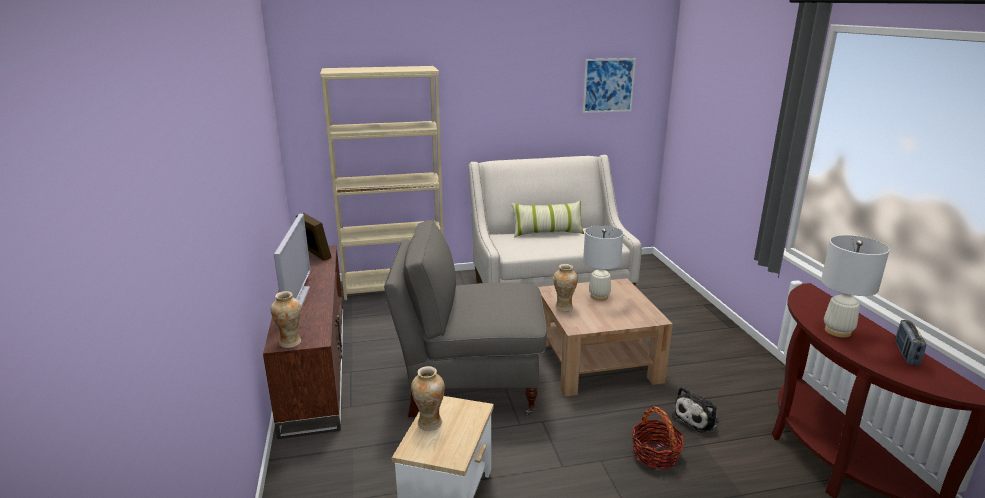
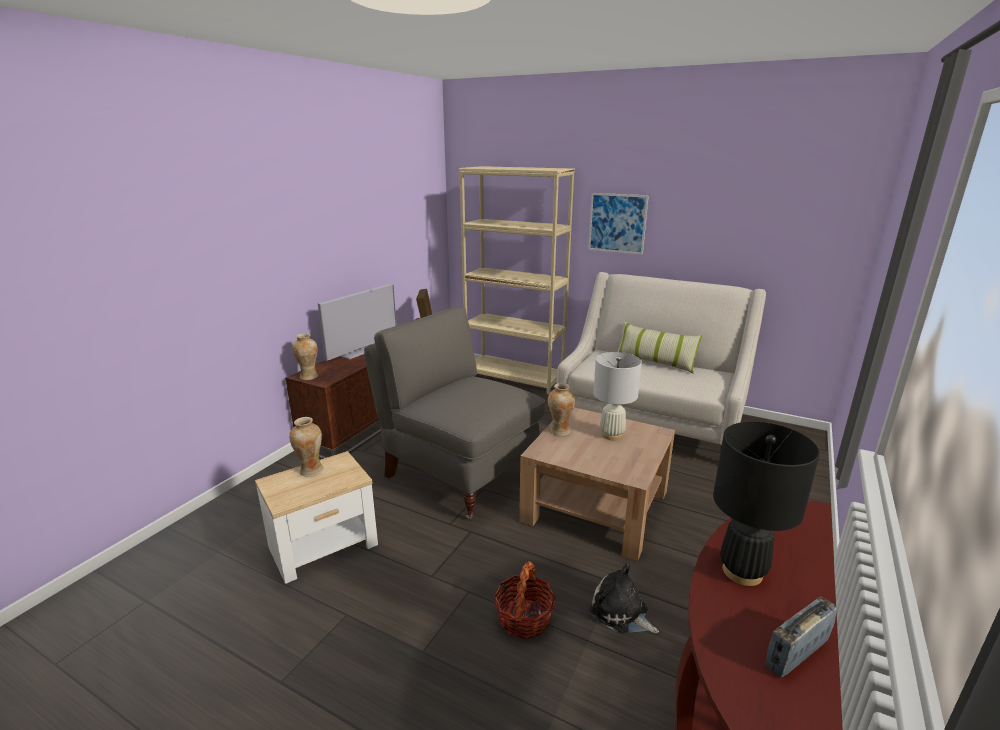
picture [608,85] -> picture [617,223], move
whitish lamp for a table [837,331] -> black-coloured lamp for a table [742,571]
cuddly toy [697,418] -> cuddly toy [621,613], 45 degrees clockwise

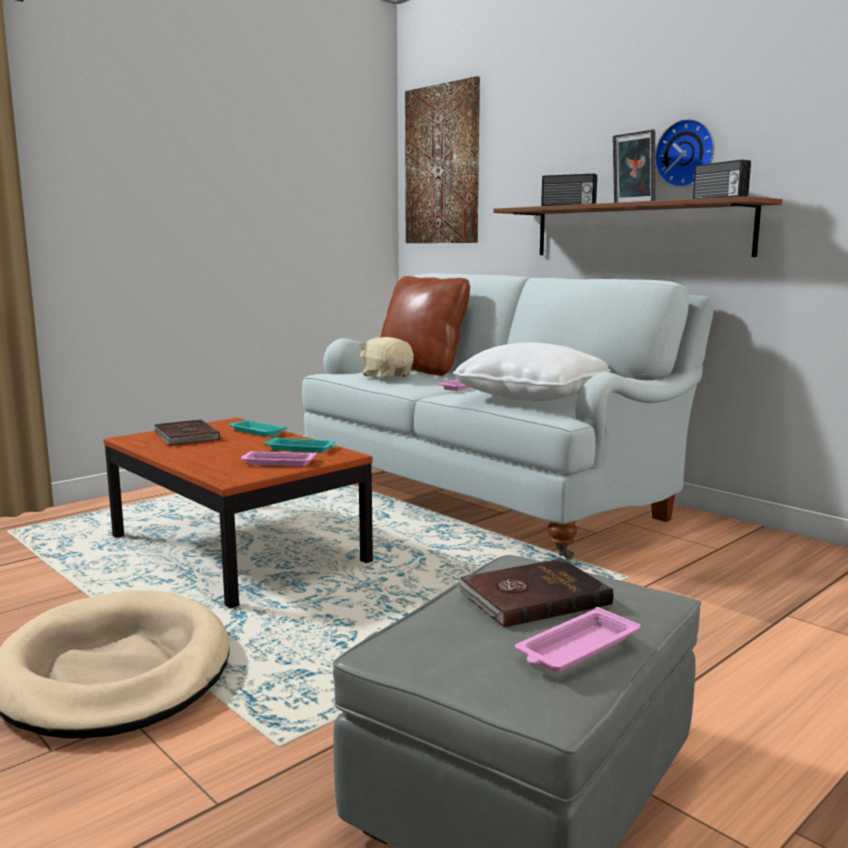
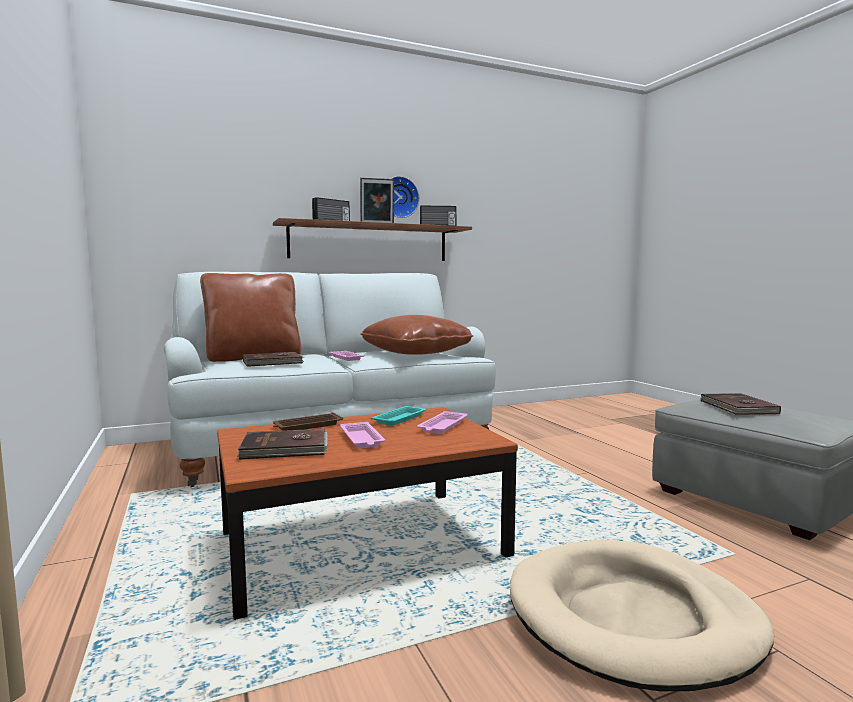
picture [442,165] -> none
beige-coloured cuddly toy [386,376] -> brownish volume [273,362]
whitish pillow [531,397] -> brownish pillow [416,353]
turquoise tray [256,431] -> brownish tray [307,426]
pinkish tray [576,649] -> pinkish tray [362,439], move

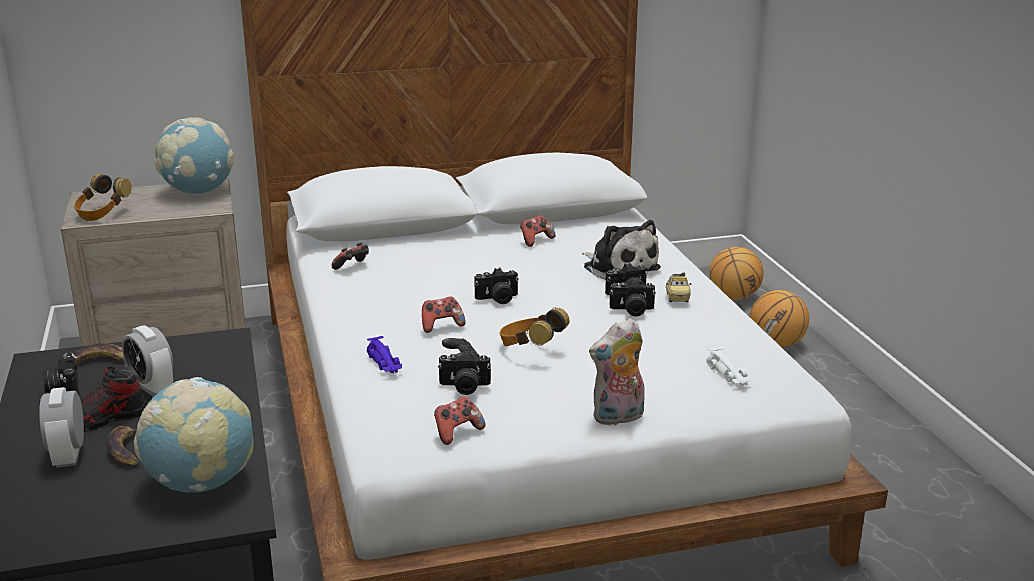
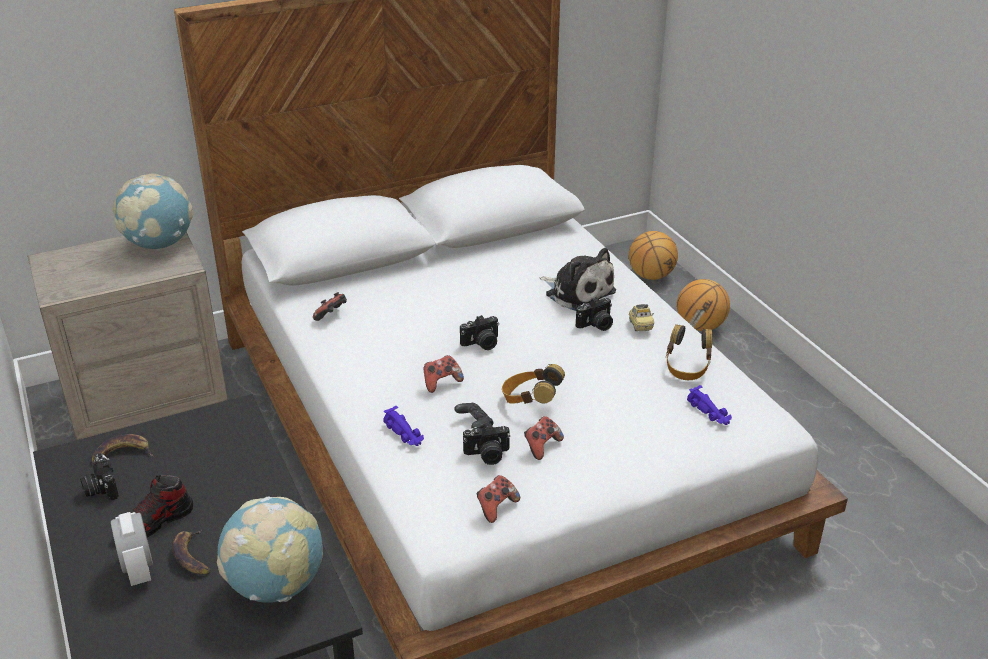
headset [102,213] -> headset [687,367], move
joypad [536,240] -> joypad [542,446], move
photo camera [632,311] -> none
cuddly toy [618,418] -> none
alarm clock [152,387] -> none
whitish toy car [729,375] -> purplish toy car [709,412]

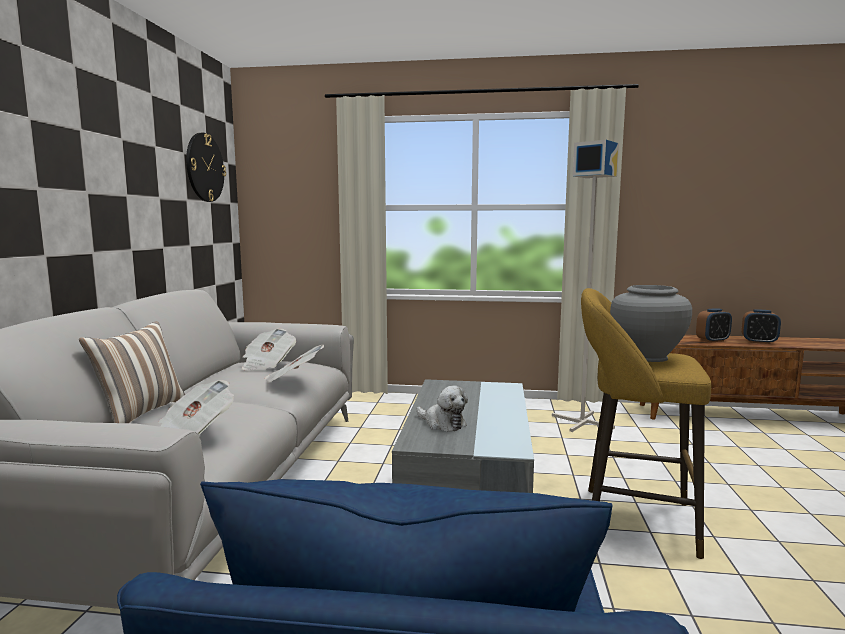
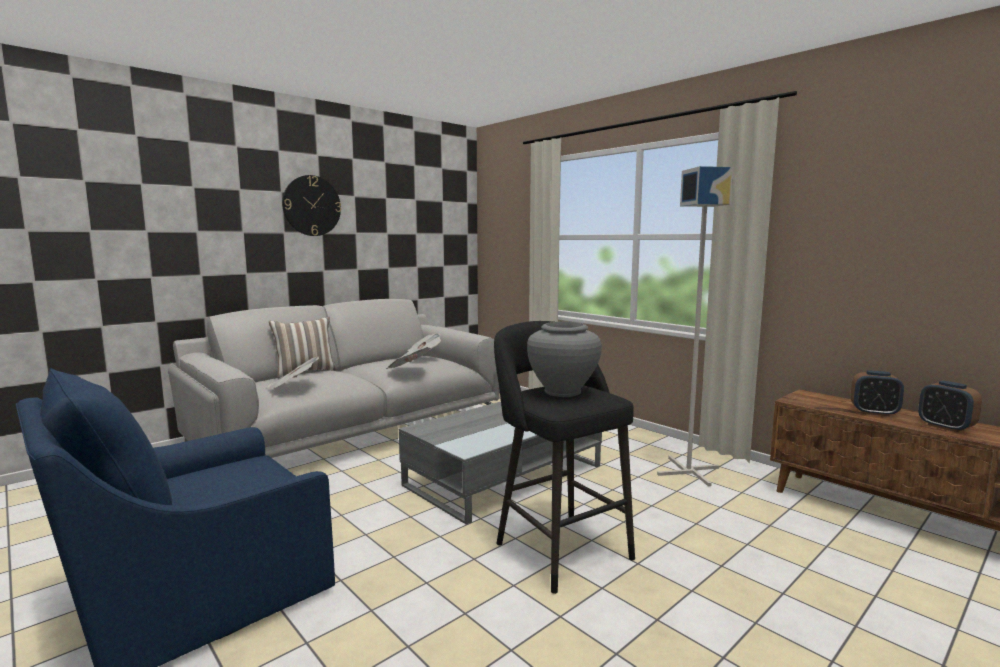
wall clock [204,167] -> wall clock [311,206], move
yellowish stool [630,519] -> black-coloured stool [558,547]
cuddly toy [442,423] -> none

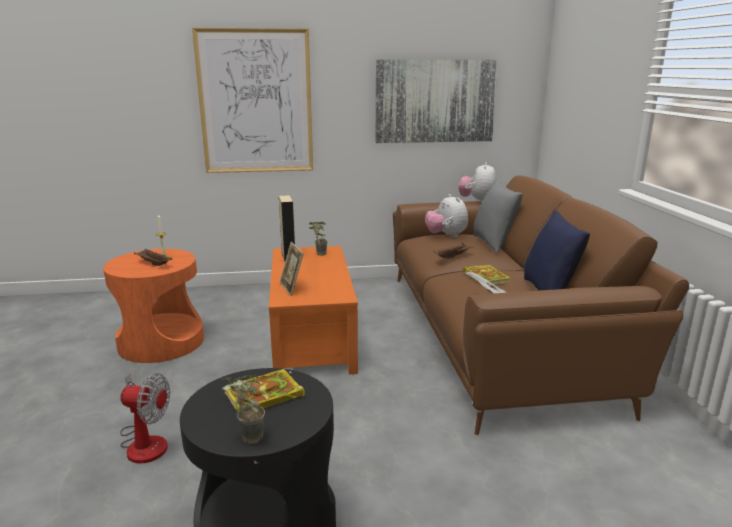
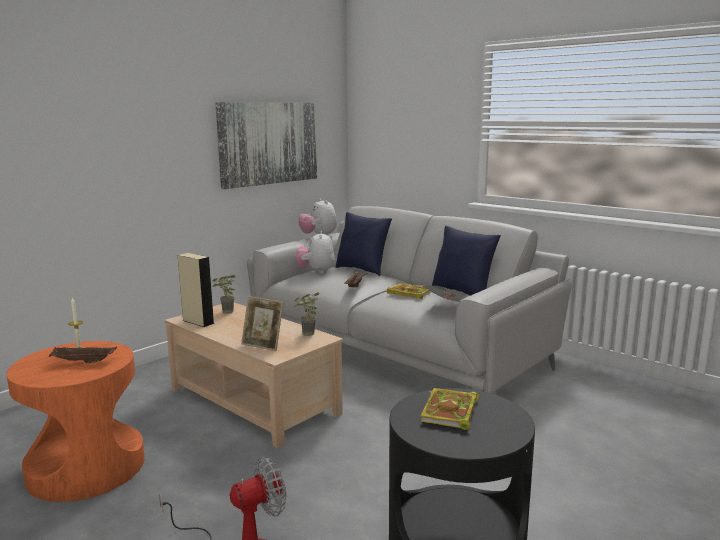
picture [256,102] -> none
brownish couch [496,334] -> gray couch [398,348]
gray pillow [493,244] -> blue-coloured pillow [362,270]
cuddly toy [446,236] -> cuddly toy [316,272], 60 degrees clockwise
orangey coffee table [313,337] -> beige-coloured coffee table [255,401]
potted plant [246,439] -> potted plant [306,335], move

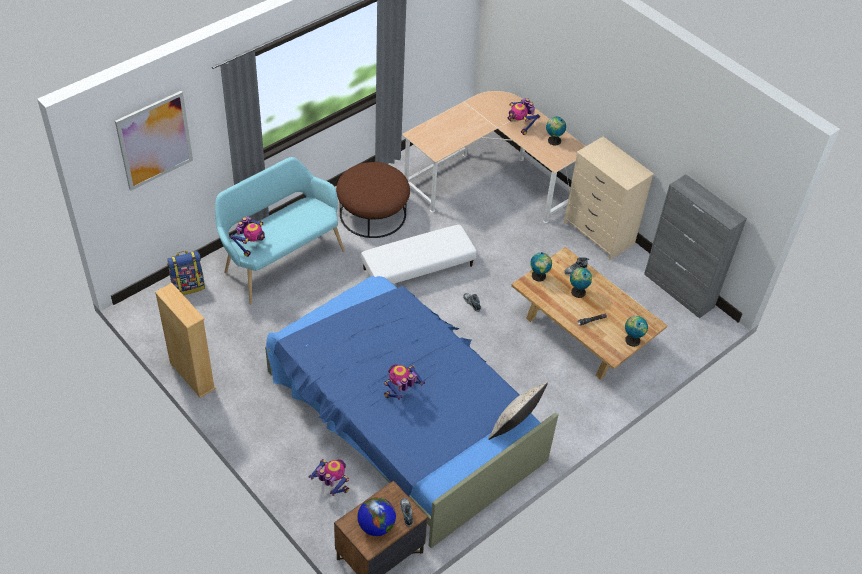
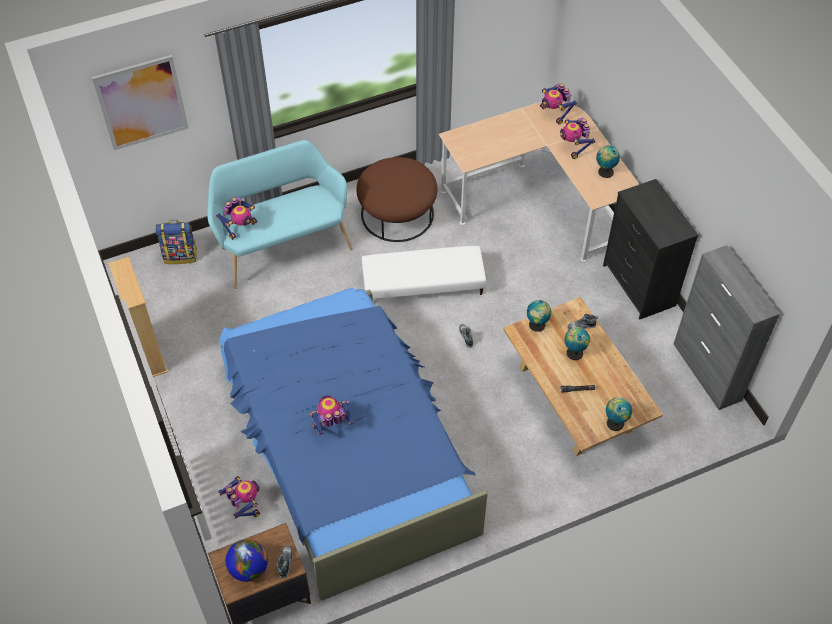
beige-coloured drawer chest [598,233] -> black-coloured drawer chest [638,285]
beige-coloured pillow [515,426] -> none
none -> toy robot [554,113]

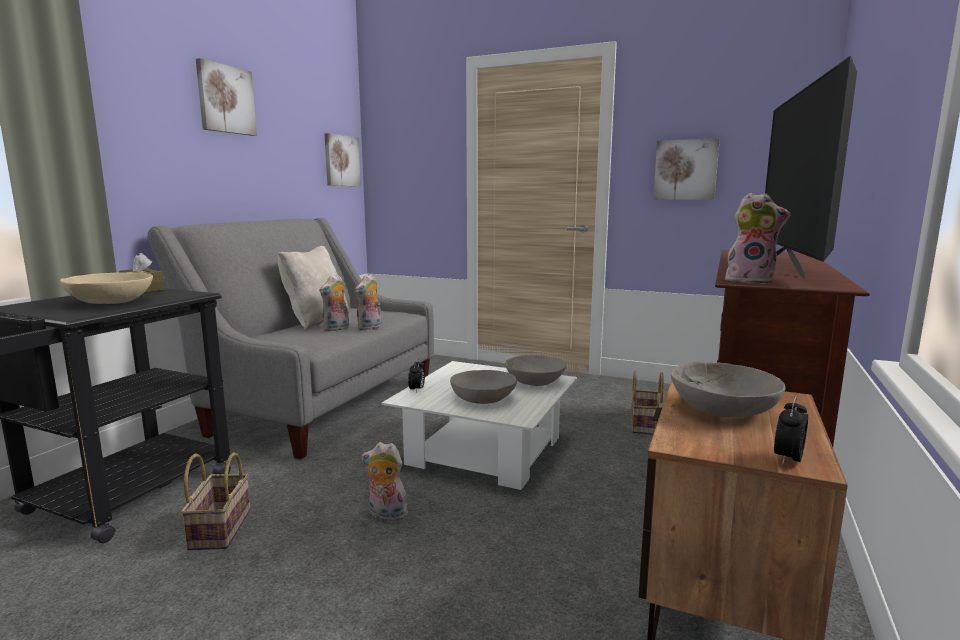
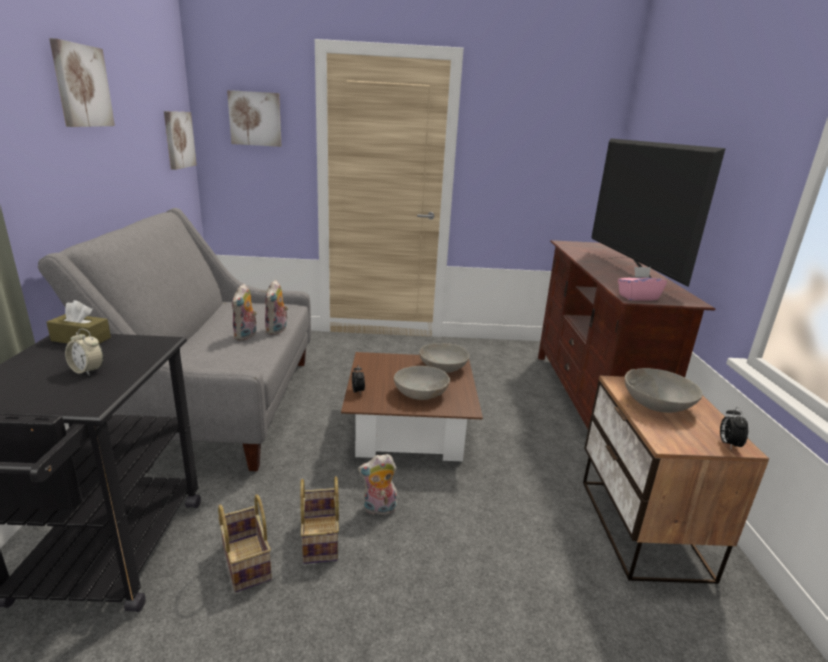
picture [685,170] -> picture [255,119], move
cuddly toy [750,281] -> pinkish tissue box [637,297]
beige-coloured pillow [316,321] -> none
beige-coloured bowl [111,302] -> alarm clock [87,371]
whitish coffee table [485,451] -> brownish coffee table [409,429]
household basket [645,425] -> household basket [321,540], move

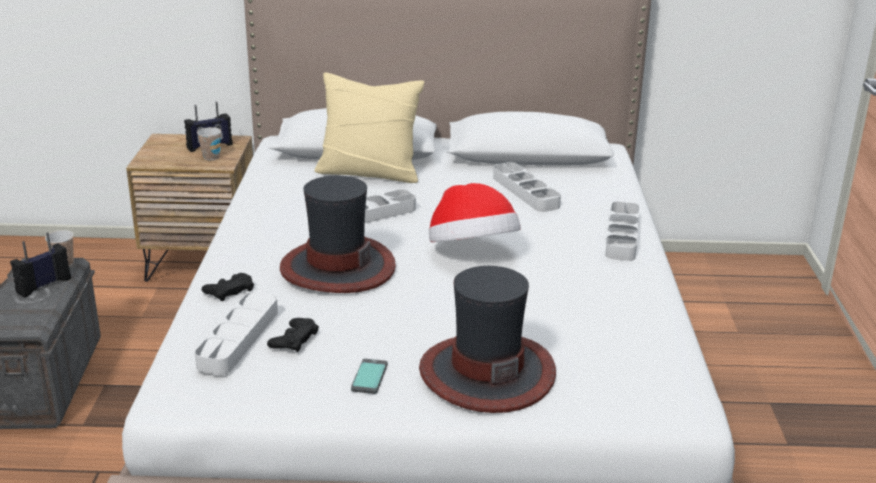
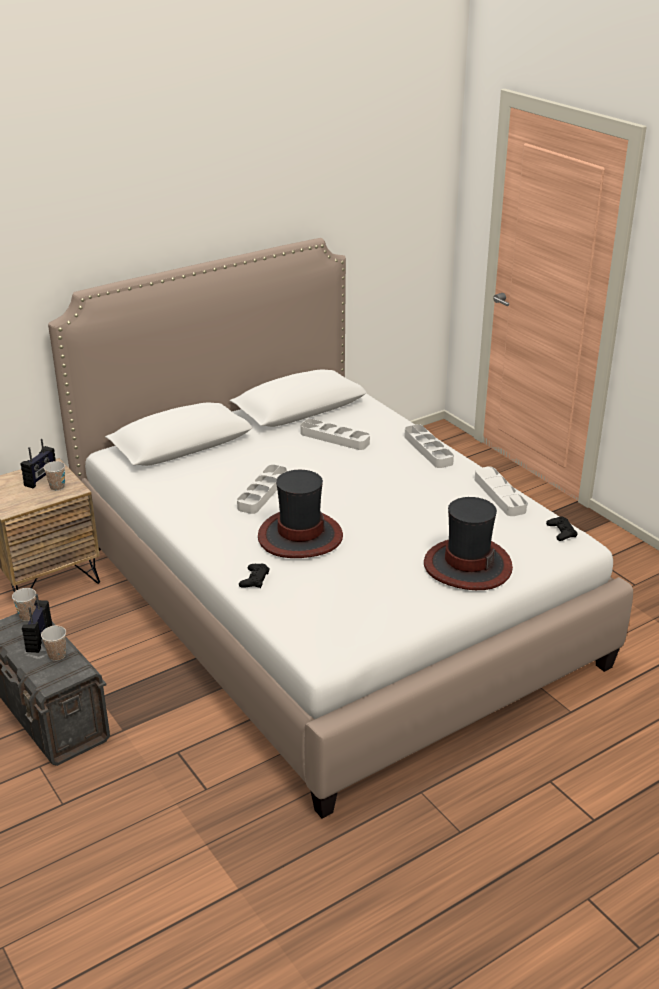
beige-coloured pillow [369,172] -> none
hat [472,252] -> none
gray tray [238,338] -> gray tray [499,495], move
black-coloured joypad [294,339] -> black-coloured joypad [561,532], move
handset [369,377] -> none
none -> drinking cup [57,655]

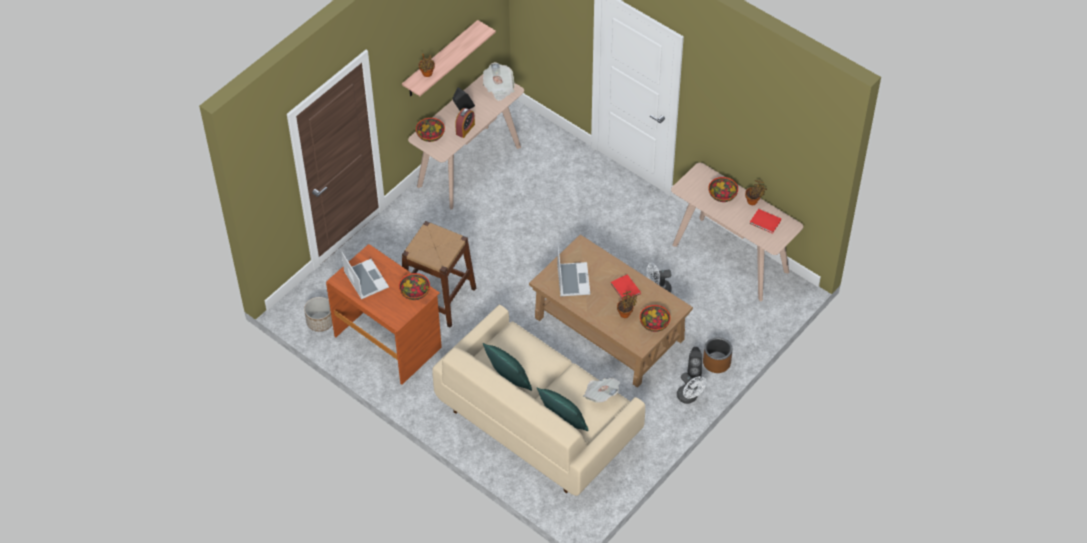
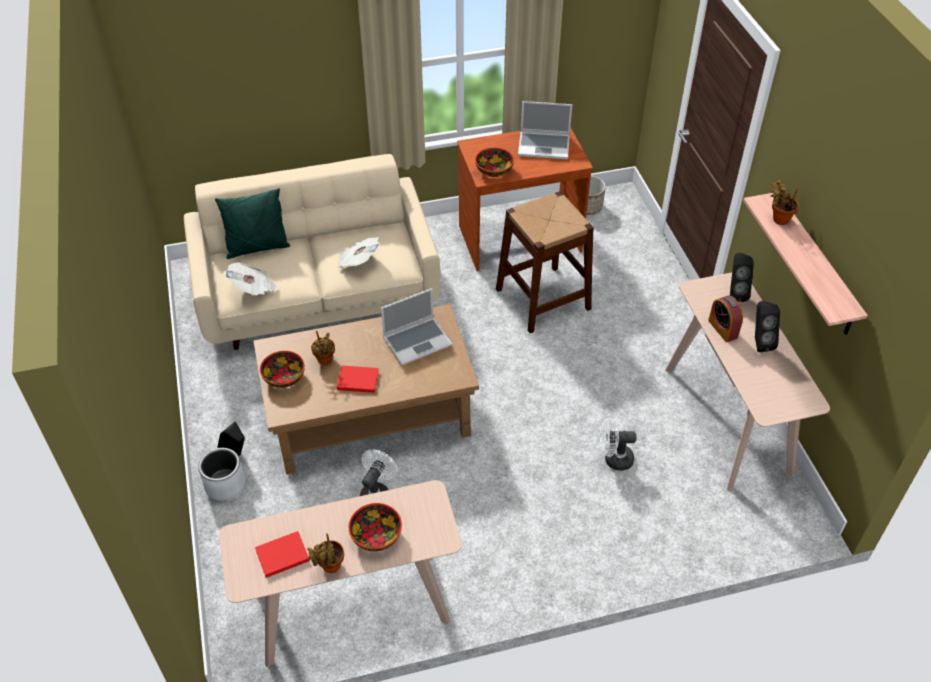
daily paper [499,88] -> daily paper [358,261], move
bowl [430,135] -> black-coloured speaker [734,293]
laptop [572,280] -> laptop [417,341], 60 degrees counterclockwise
brownish planter [716,362] -> gray planter [225,484]
green-coloured pillow [509,379] -> none
whitish fan [689,398] -> whitish fan [613,459], move

